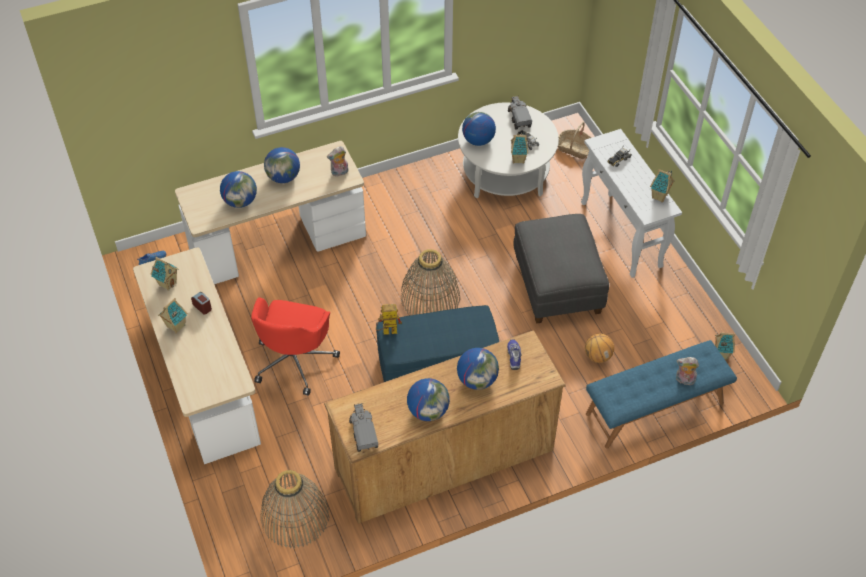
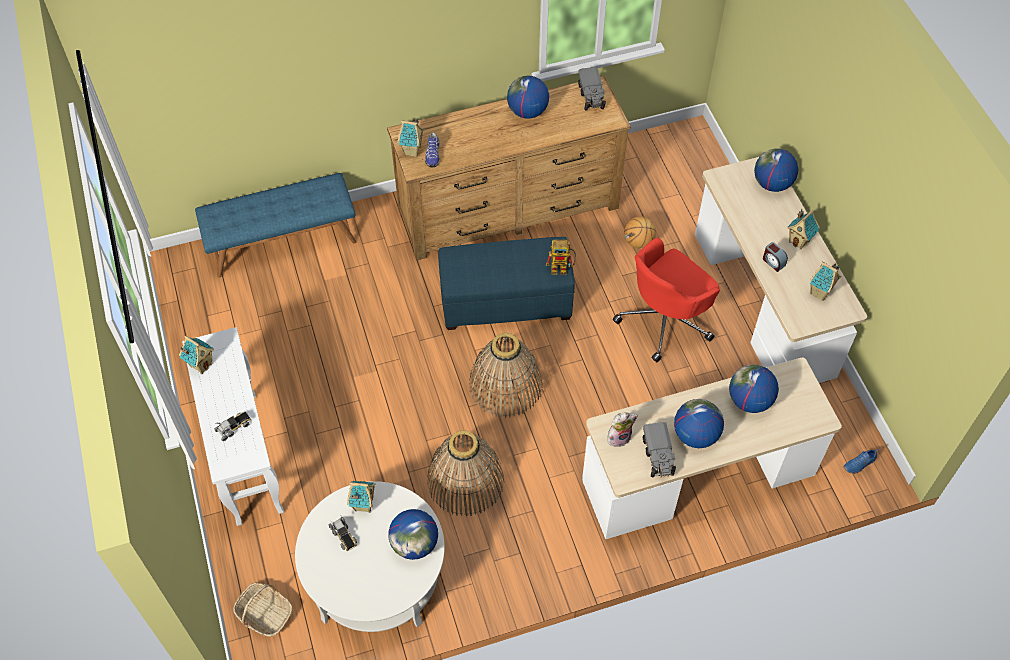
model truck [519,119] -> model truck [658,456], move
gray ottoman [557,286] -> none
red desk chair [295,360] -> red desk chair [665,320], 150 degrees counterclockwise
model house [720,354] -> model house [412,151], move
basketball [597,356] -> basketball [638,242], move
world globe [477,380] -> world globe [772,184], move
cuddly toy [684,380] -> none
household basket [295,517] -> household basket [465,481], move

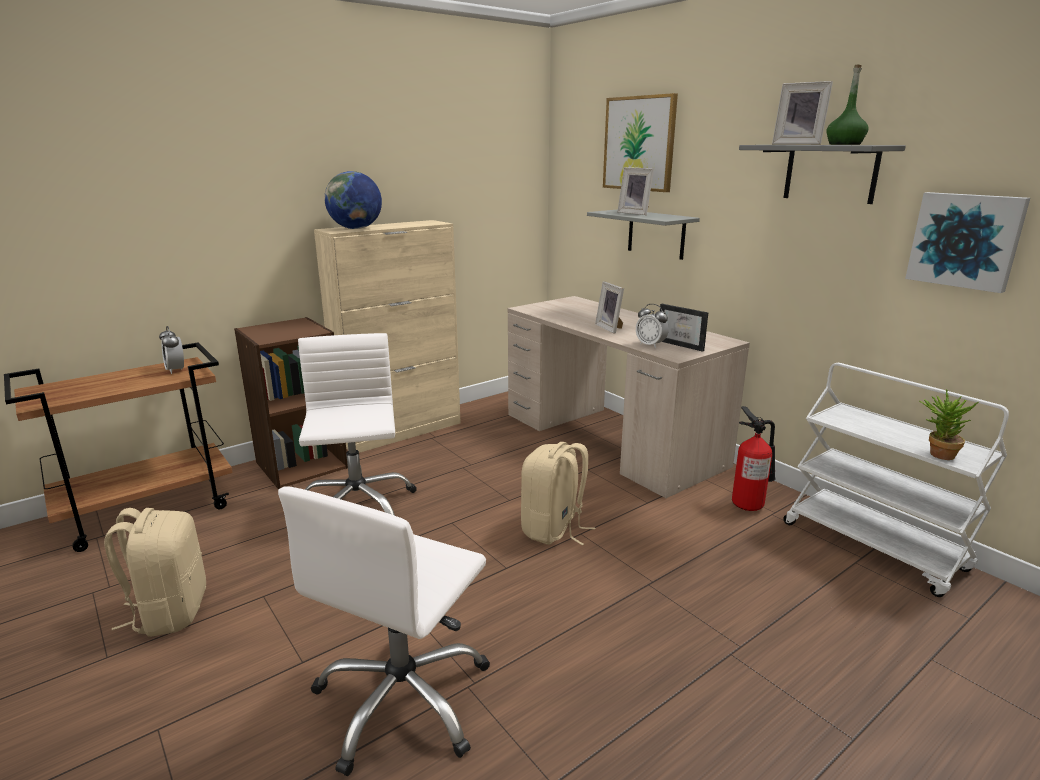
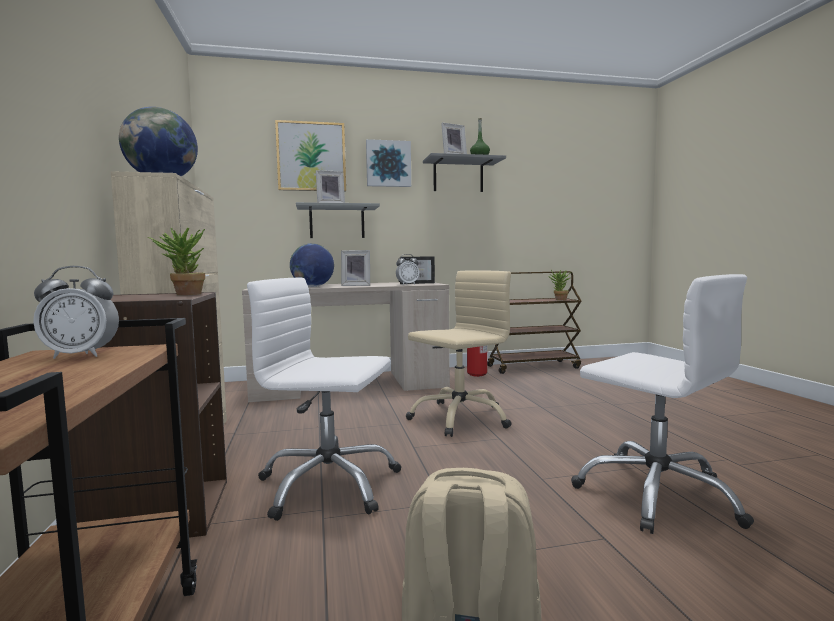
picture [965,240] -> picture [388,164], move
whitish wheeled cart [874,547] -> brownish wheeled cart [533,367]
beige-coloured rucksack [554,529] -> beige-coloured desk chair [459,417]
none -> potted plant [183,294]
none -> world globe [312,286]

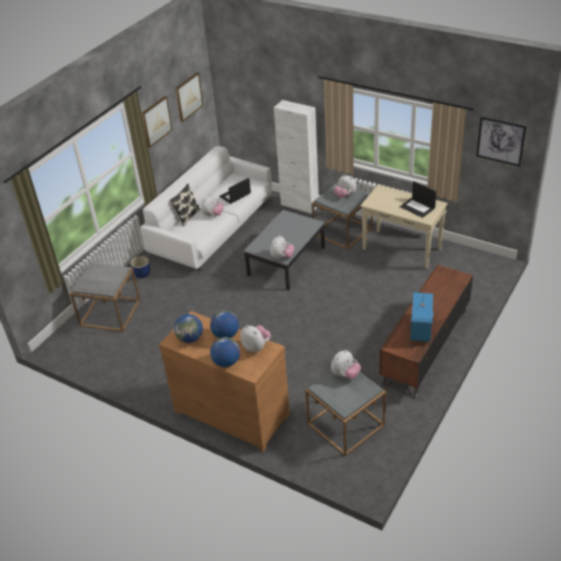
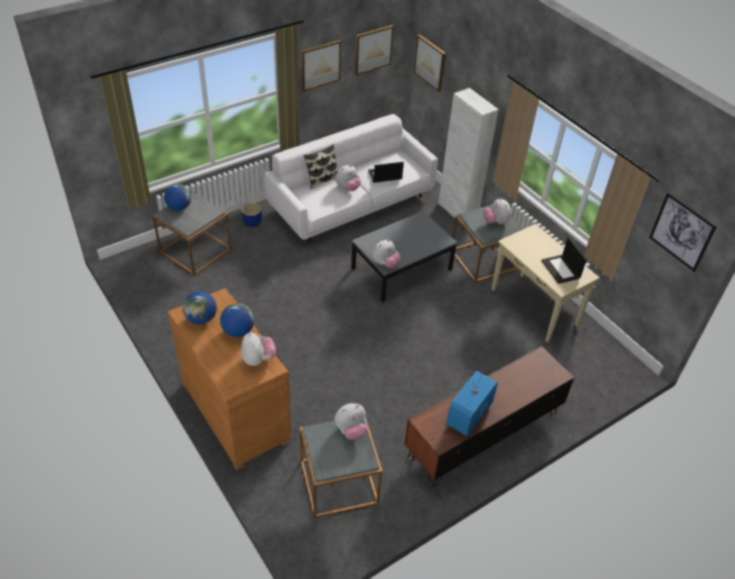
world globe [226,362] -> world globe [179,207], move
none -> picture [430,62]

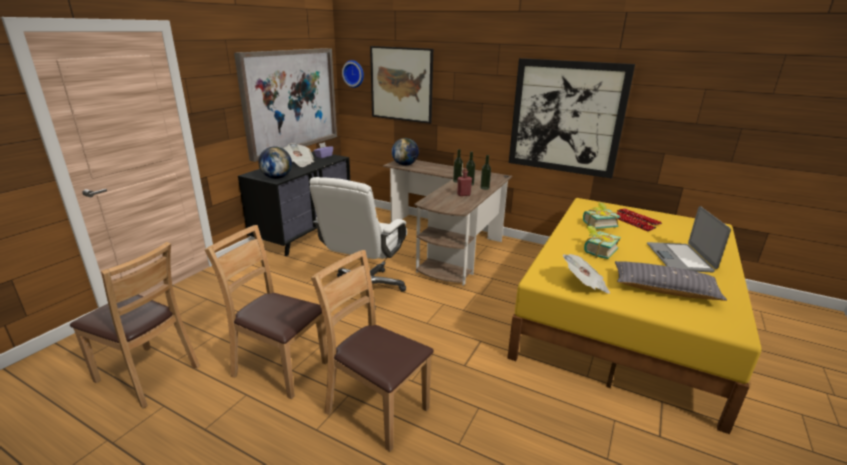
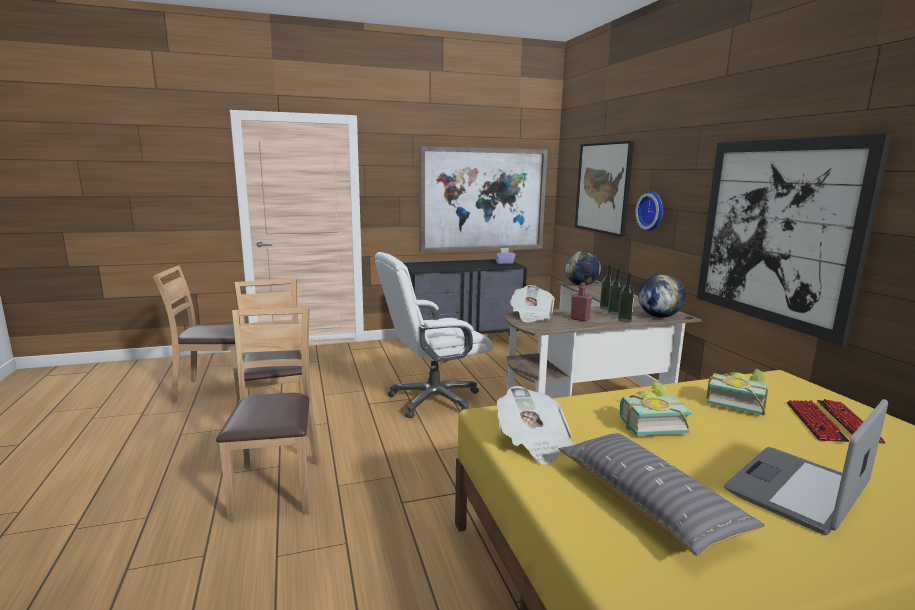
wall clock [354,73] -> wall clock [652,211], move
daily paper [299,163] -> daily paper [531,316], move
world globe [277,178] -> world globe [659,316], move
brownish plain chair [148,375] -> brownish plain chair [214,389], 105 degrees clockwise

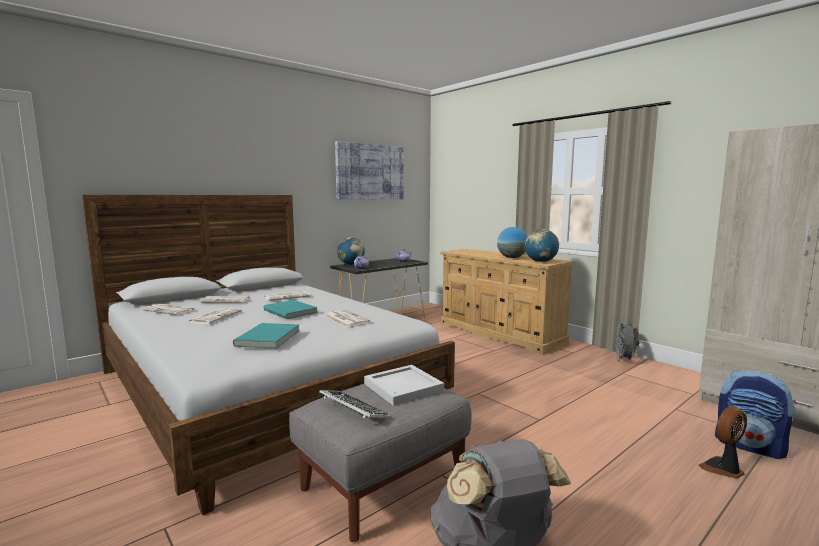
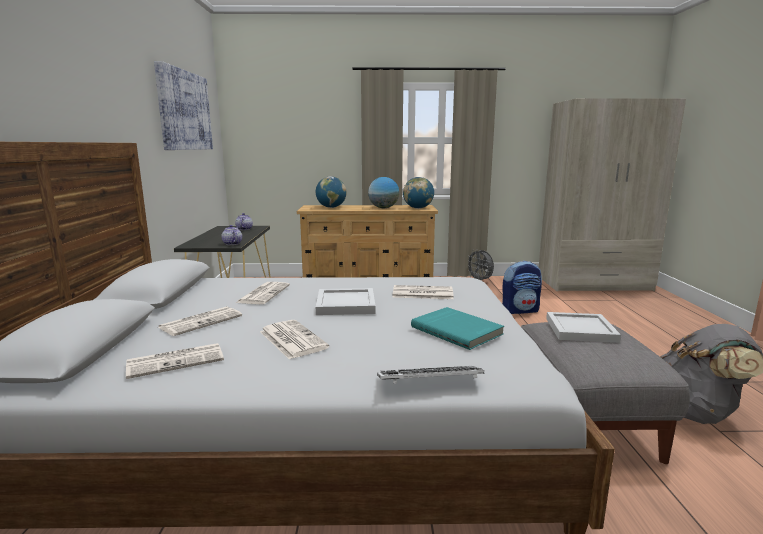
world globe [351,264] -> world globe [331,207], move
turquoise volume [291,311] -> whitish tray [345,304]
rucksack [750,446] -> rucksack [520,310], move
computer keyboard [353,409] -> computer keyboard [429,381], move
fan [723,469] -> none

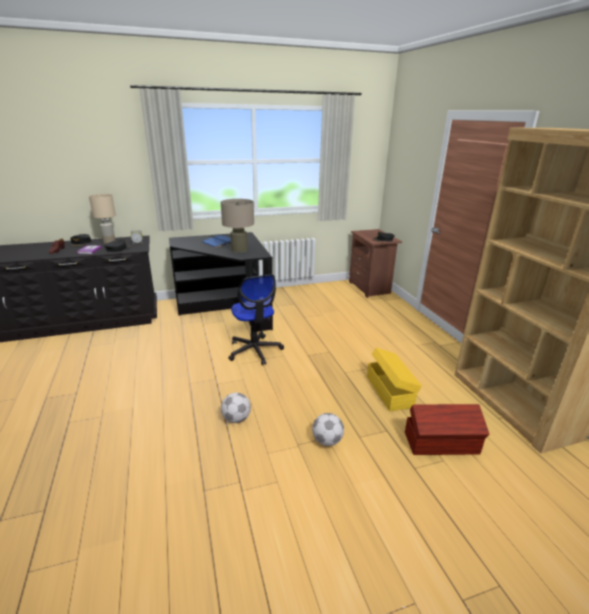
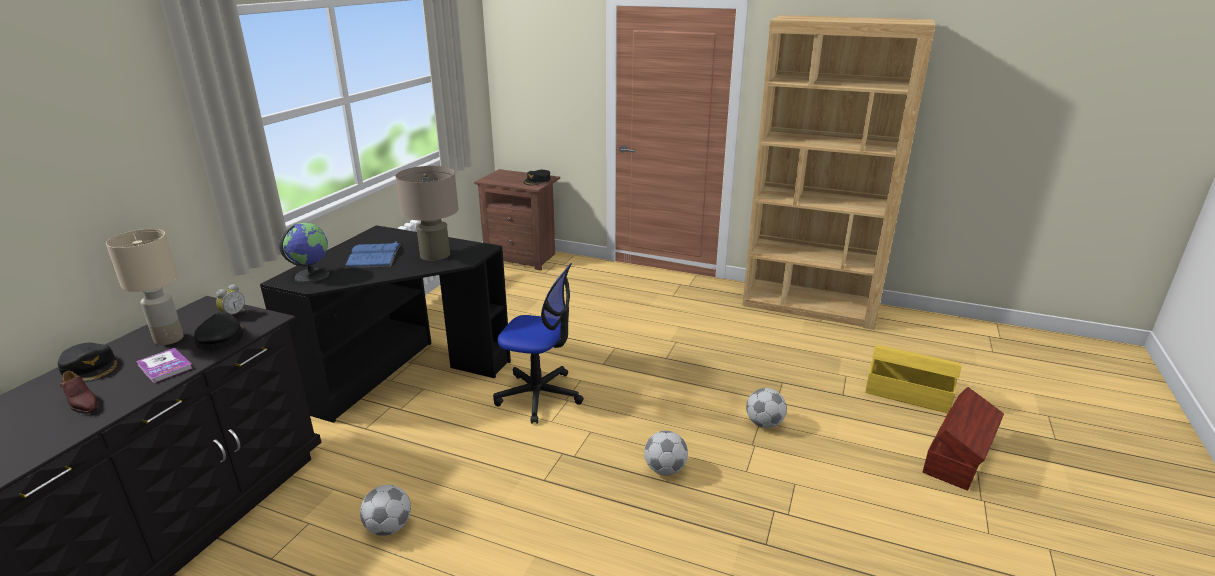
yellowish storage bin [390,391] -> yellowish storage bin [907,393], move
brownish storage bin [442,444] -> brownish storage bin [958,457], move
none -> world globe [311,275]
none -> football [388,527]

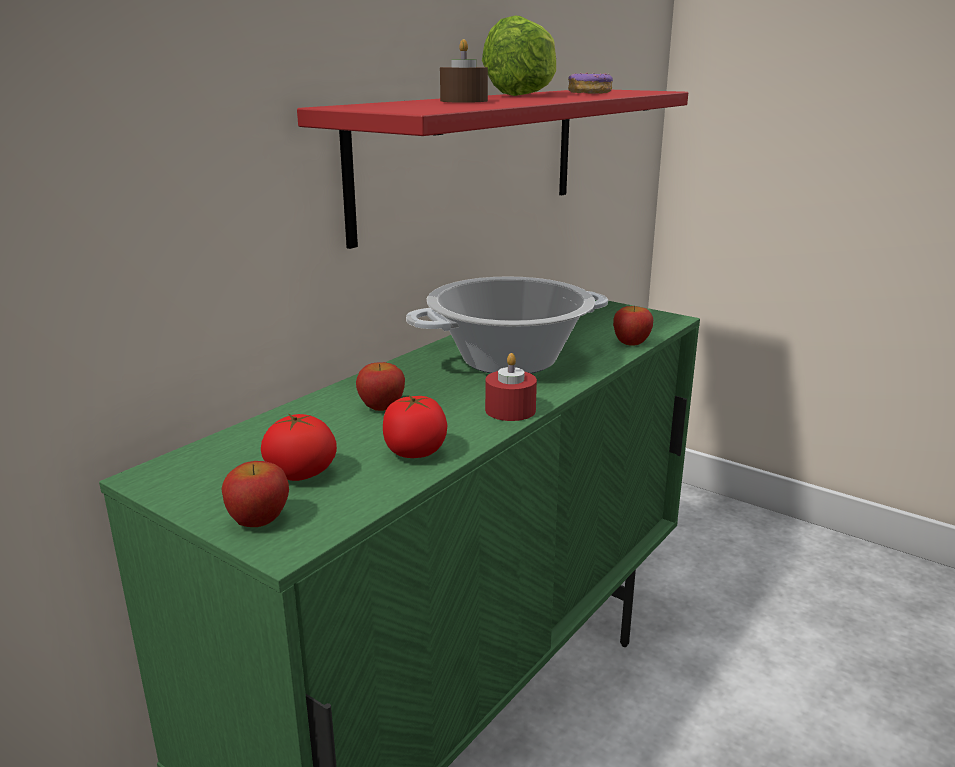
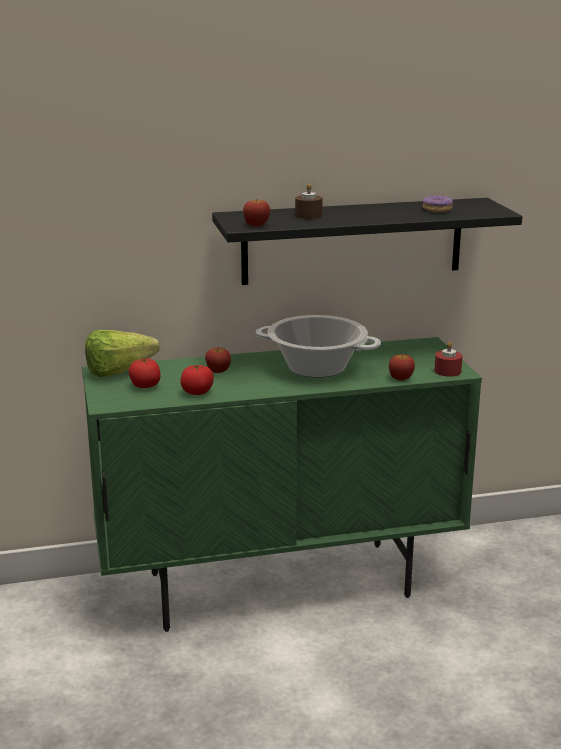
lettuce [531,94] -> lettuce [125,371], move
red bracket shelf [472,158] -> black-coloured bracket shelf [352,241]
red candle [510,410] -> red candle [447,371], move
apple [259,519] -> apple [256,225], move

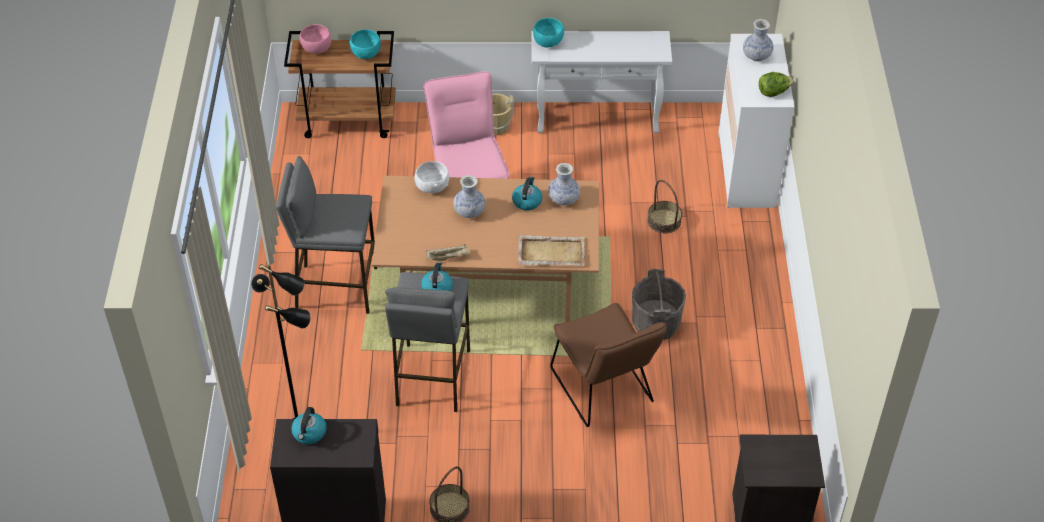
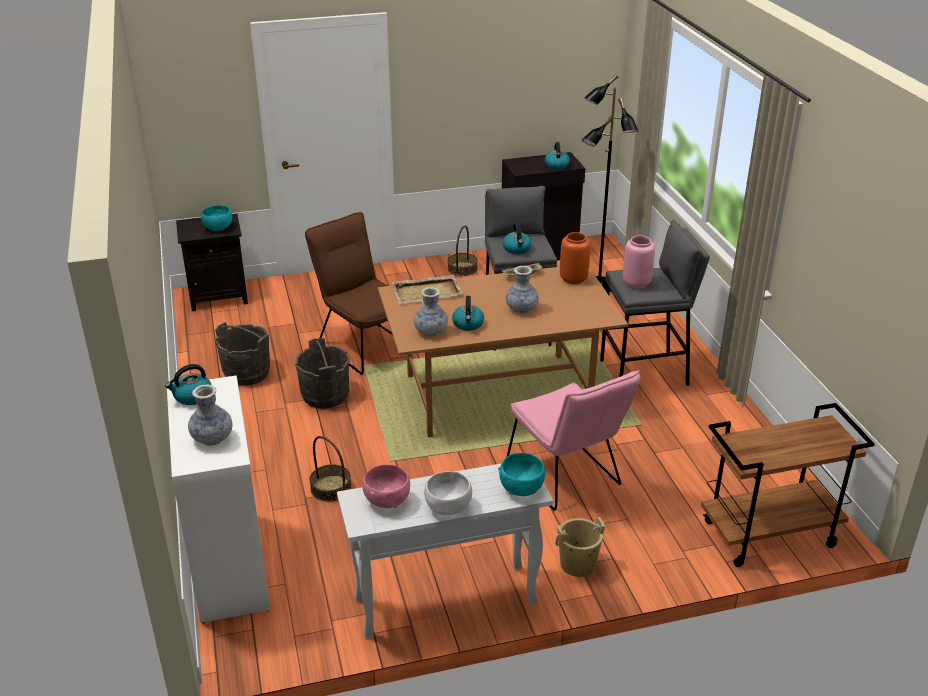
pinkish bowl [317,48] -> pinkish bowl [386,499], move
turquoise bowl [366,53] -> turquoise bowl [218,228], move
lettuce [773,92] -> tea kettle [192,397]
whitish bowl [432,187] -> whitish bowl [449,506], move
none -> orangey vase [574,279]
none -> pinkish vase [637,283]
none -> gray pail [246,373]

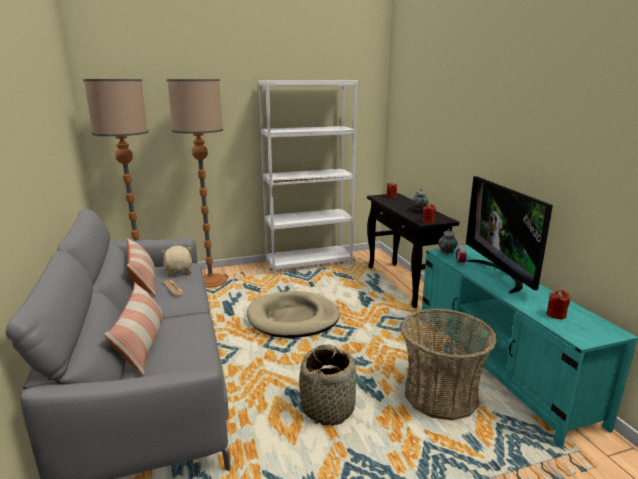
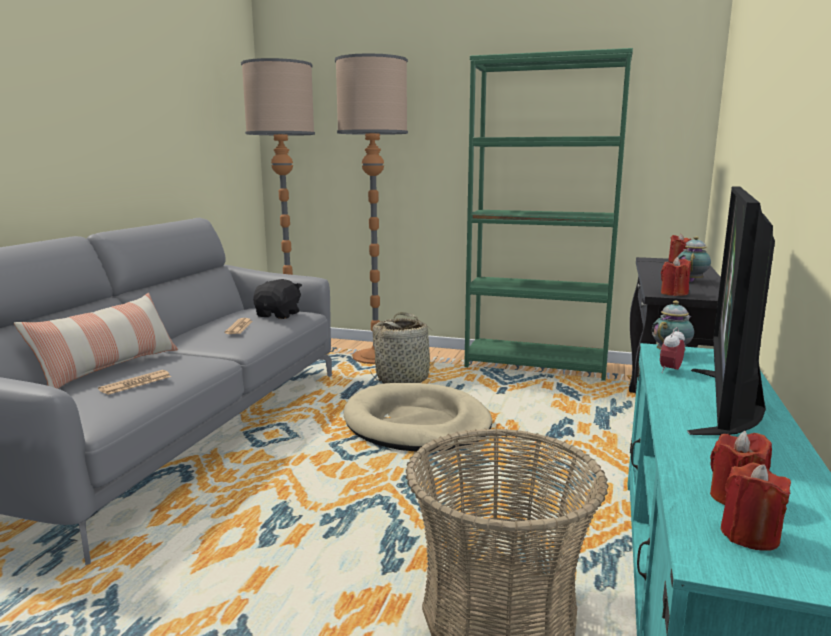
whitish shelving unit [309,263] -> green-coloured shelving unit [536,366]
pillow [143,280] -> none
beige-coloured cuddly toy [179,271] -> black-coloured cuddly toy [279,315]
household basket [328,408] -> household basket [403,378], move
none -> daily paper [135,383]
none -> red candle [749,535]

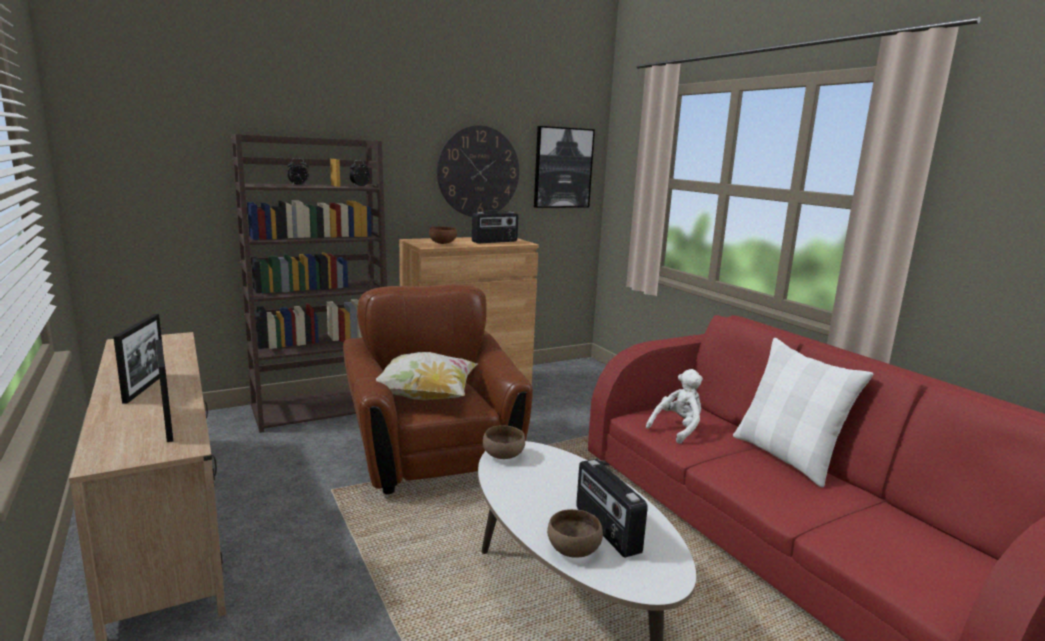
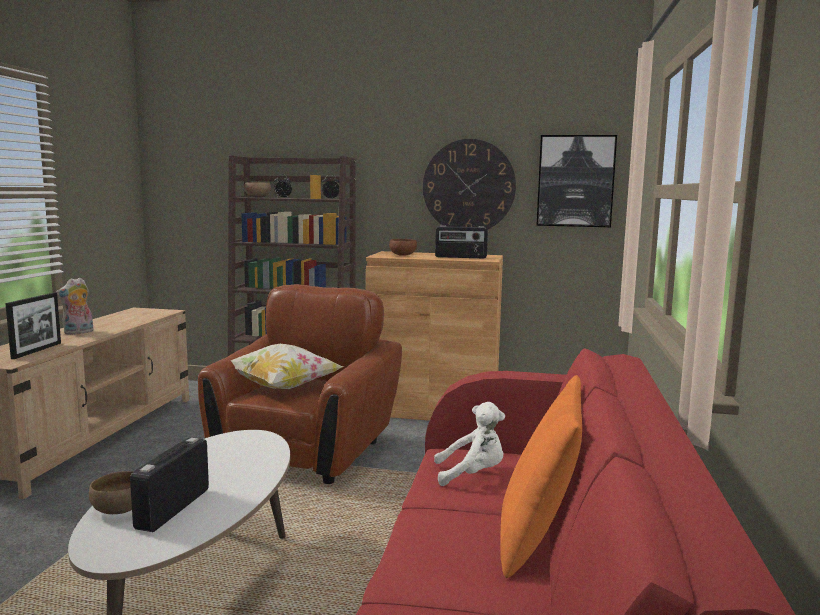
picture frame [145,387] -> cuddly toy [78,332]
whitish pillow [786,457] -> orangey pillow [537,537]
brownish bowl [504,456] -> brownish bowl [258,197], move

